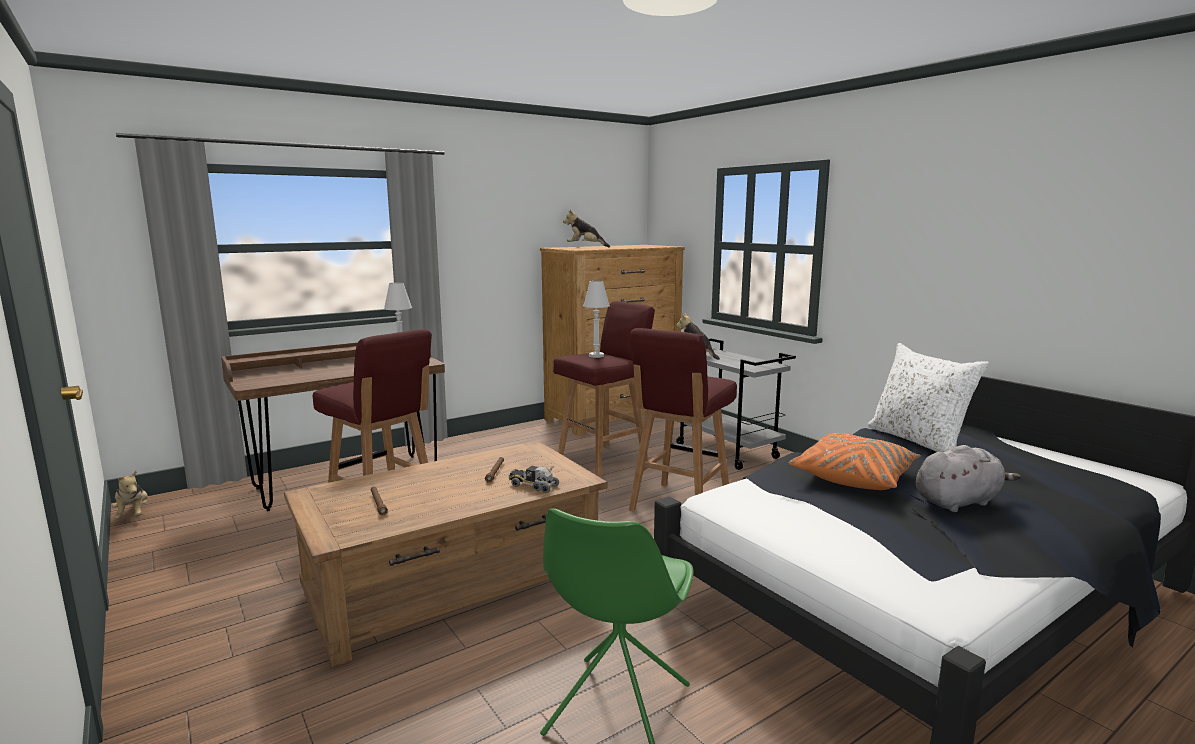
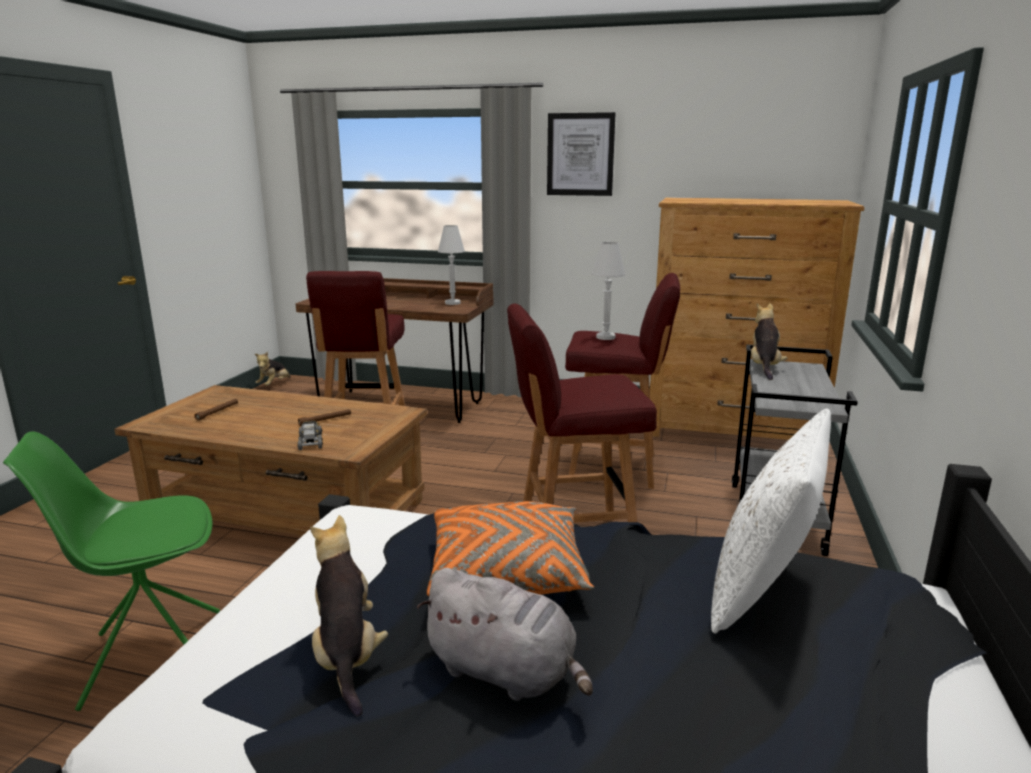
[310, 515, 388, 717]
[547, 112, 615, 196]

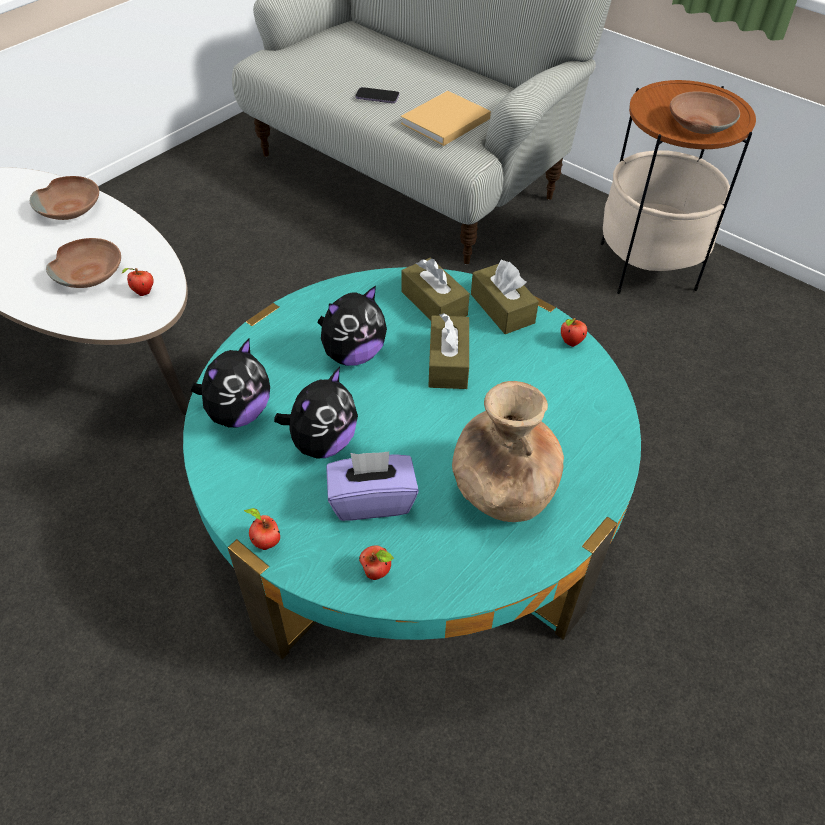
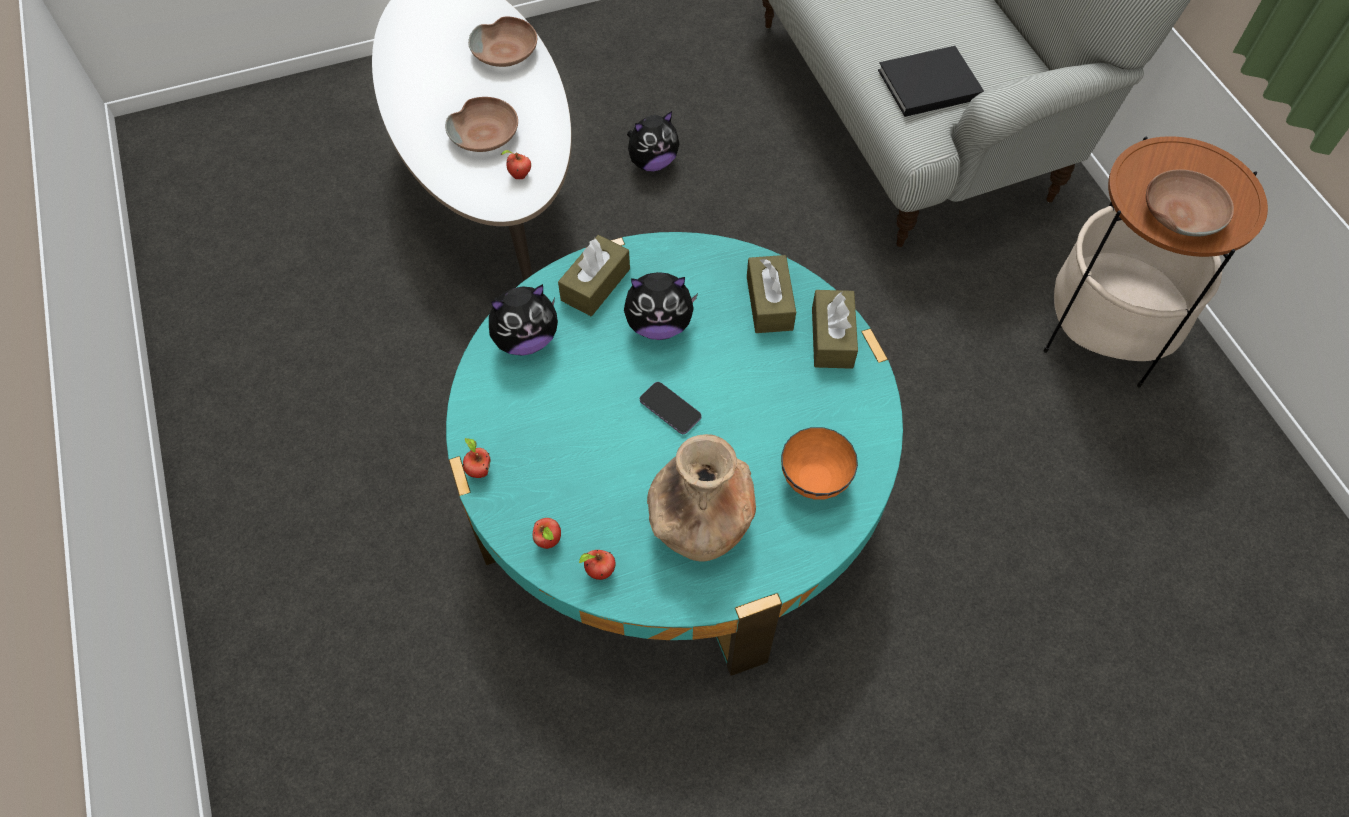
[558, 235, 630, 316]
[579, 550, 616, 580]
[627, 111, 680, 171]
[640, 382, 702, 434]
[781, 427, 858, 499]
[878, 46, 984, 117]
[326, 451, 419, 521] (first image)

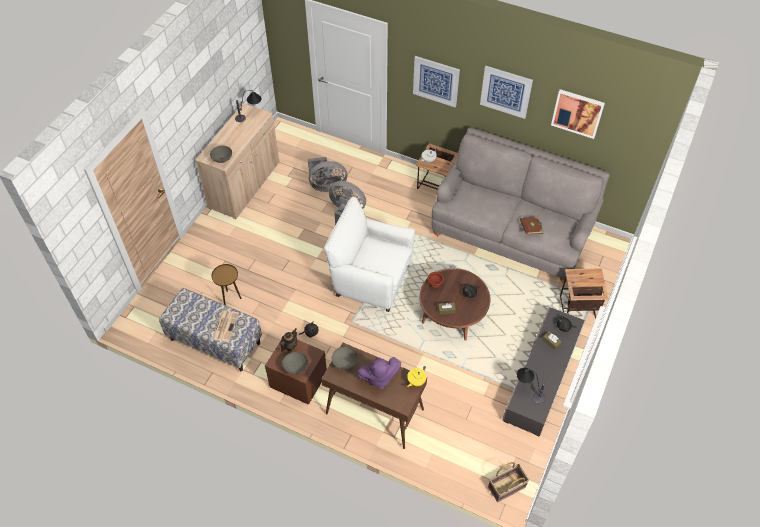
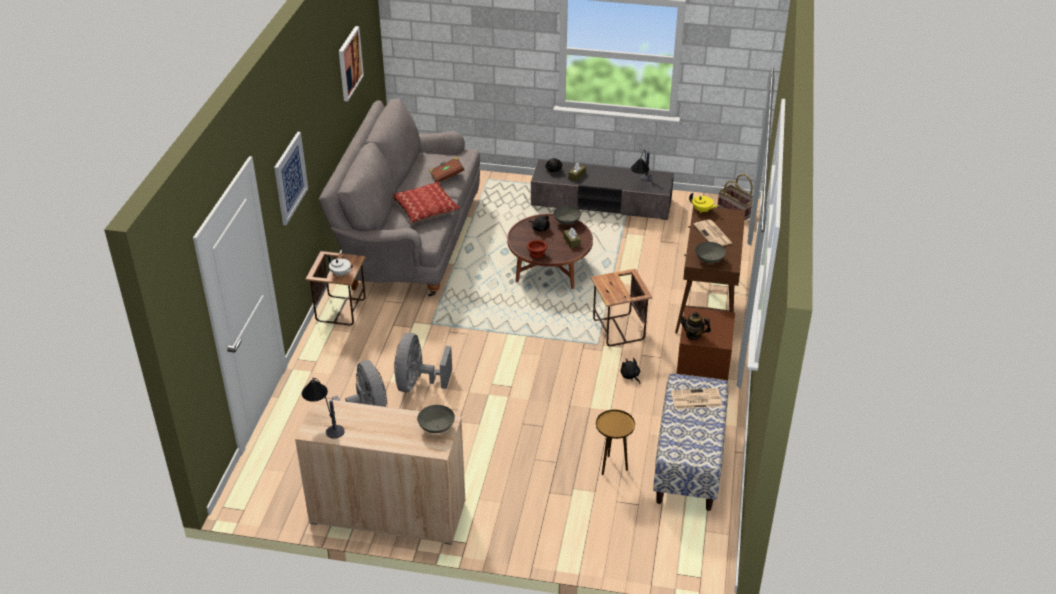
[393, 182, 461, 224]
[553, 206, 581, 225]
[591, 269, 653, 346]
[693, 220, 732, 246]
[324, 197, 415, 312] (first image)
[480, 66, 533, 119] (first image)

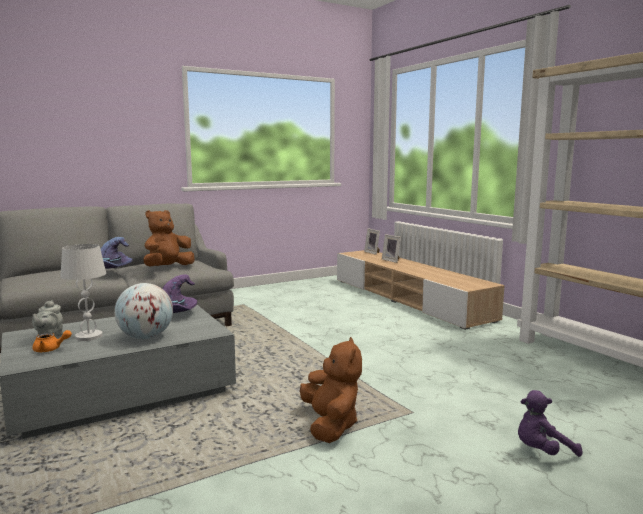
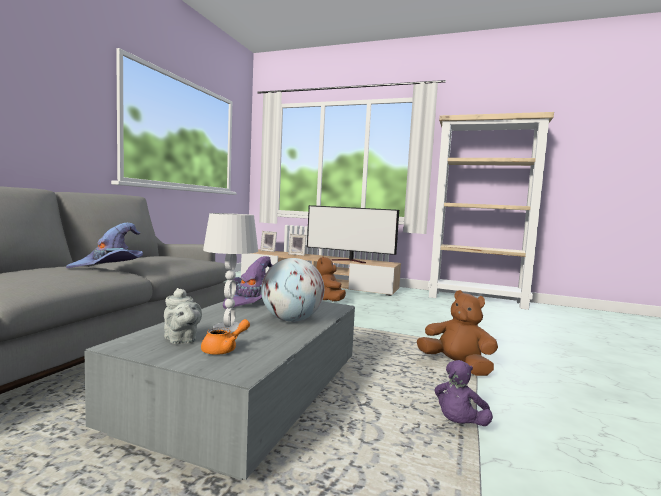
[307, 205, 399, 263]
[317, 256, 346, 301]
[434, 360, 493, 426]

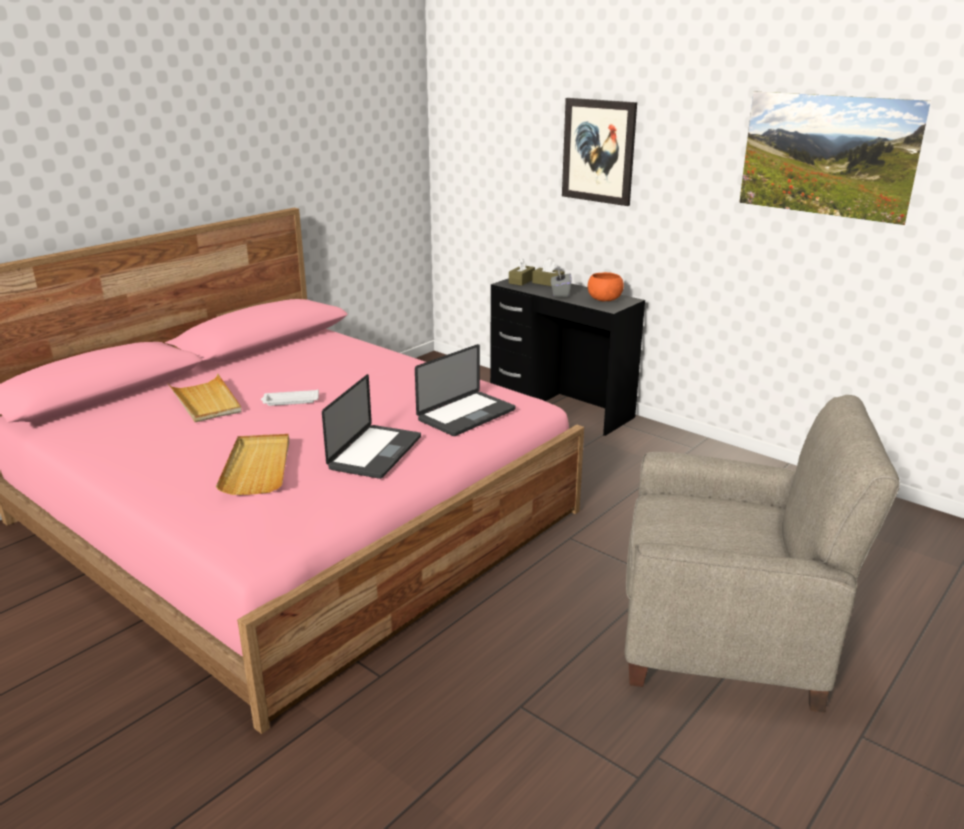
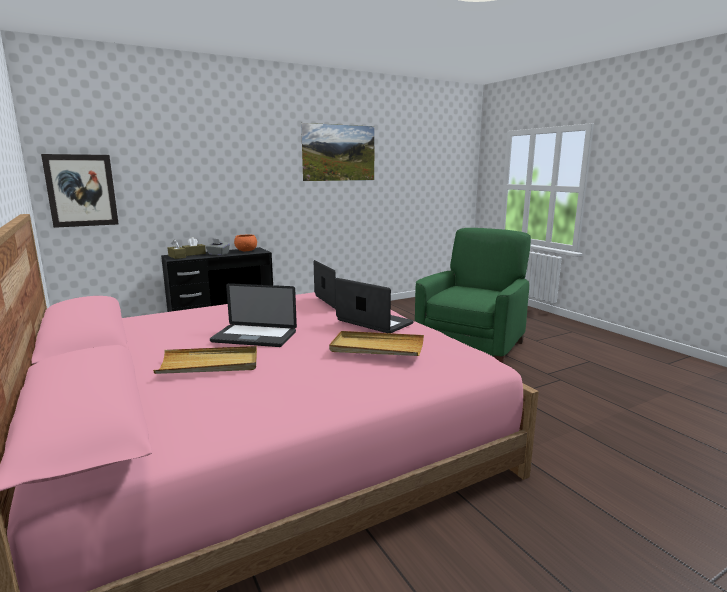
[41, 154, 119, 228]
[210, 283, 297, 347]
[415, 228, 531, 363]

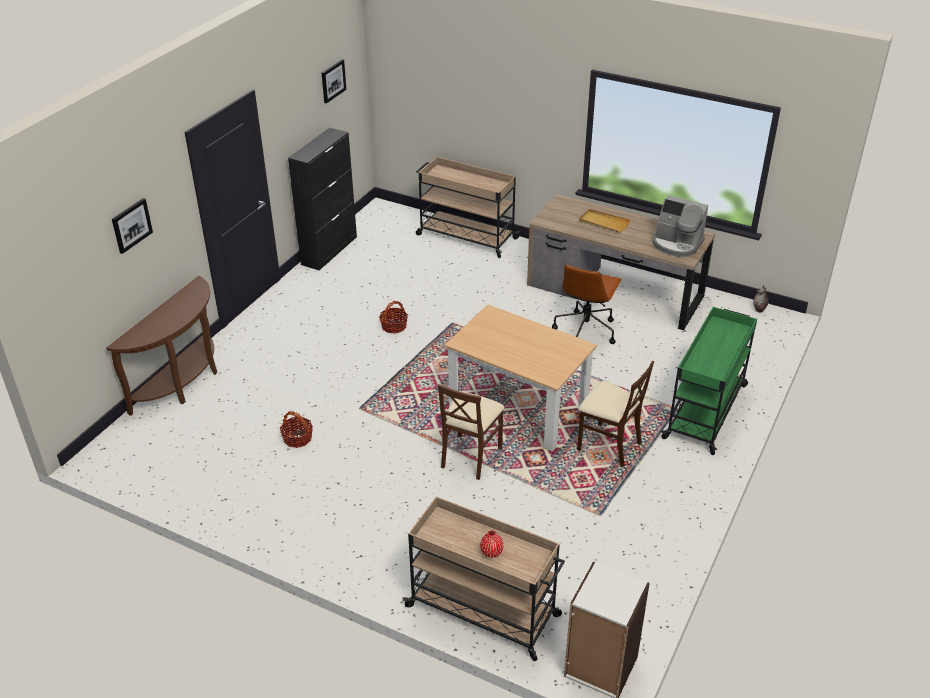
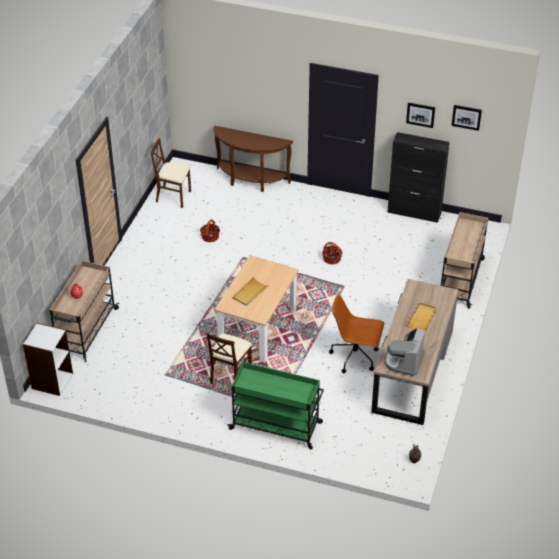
[151, 138, 191, 208]
[233, 277, 269, 306]
[406, 103, 435, 128]

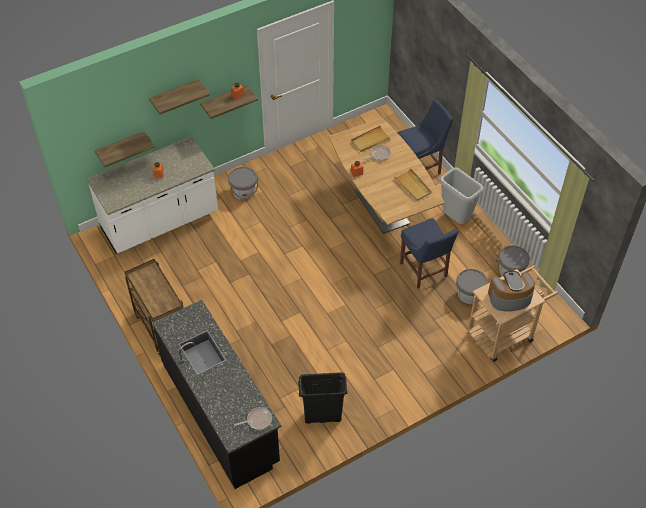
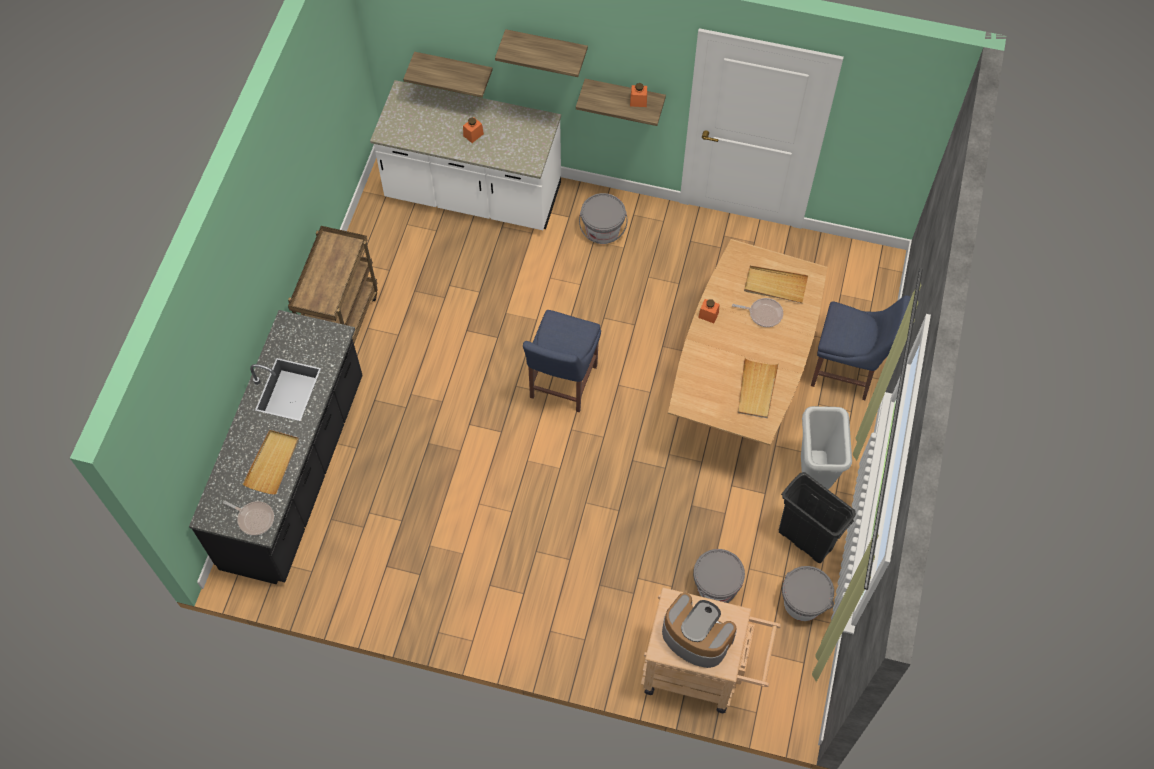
[242, 430, 299, 495]
[523, 310, 601, 412]
[779, 472, 856, 563]

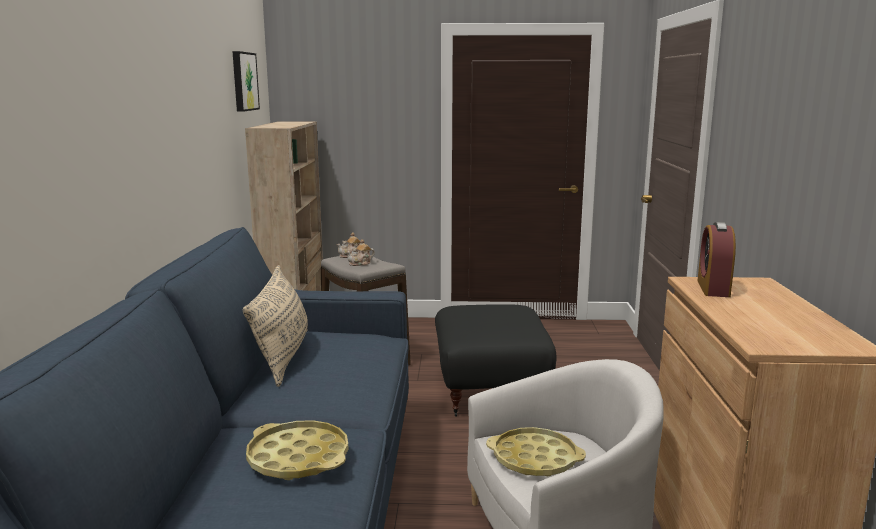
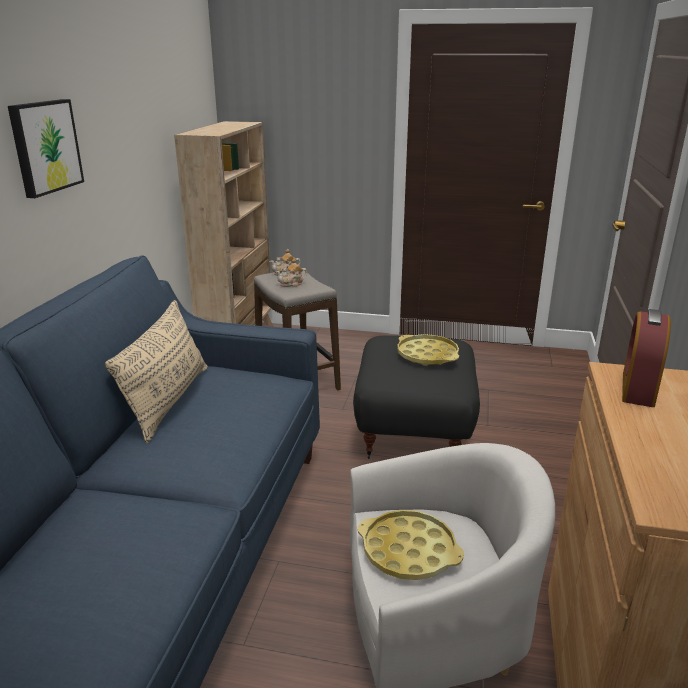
[8, 99, 84, 198]
[397, 334, 459, 366]

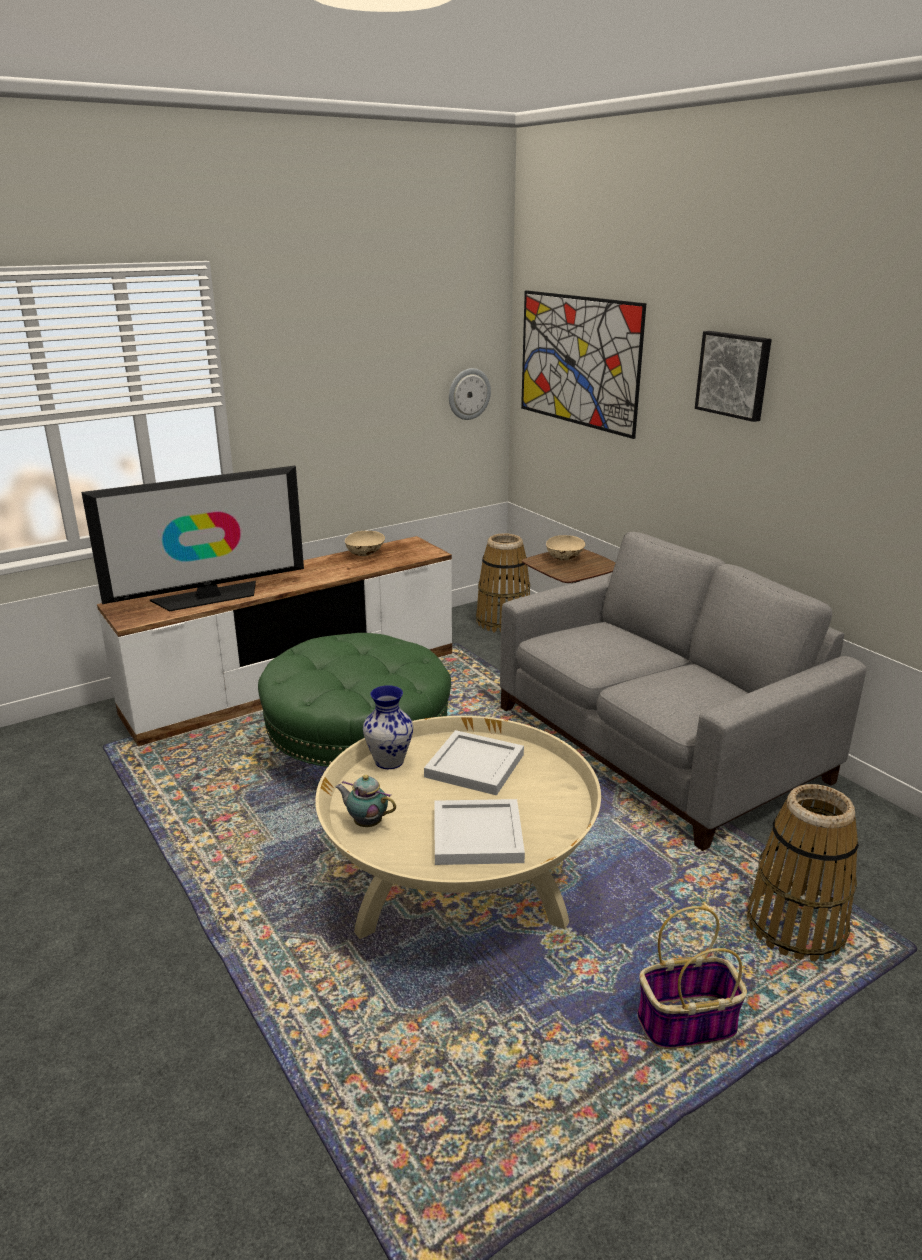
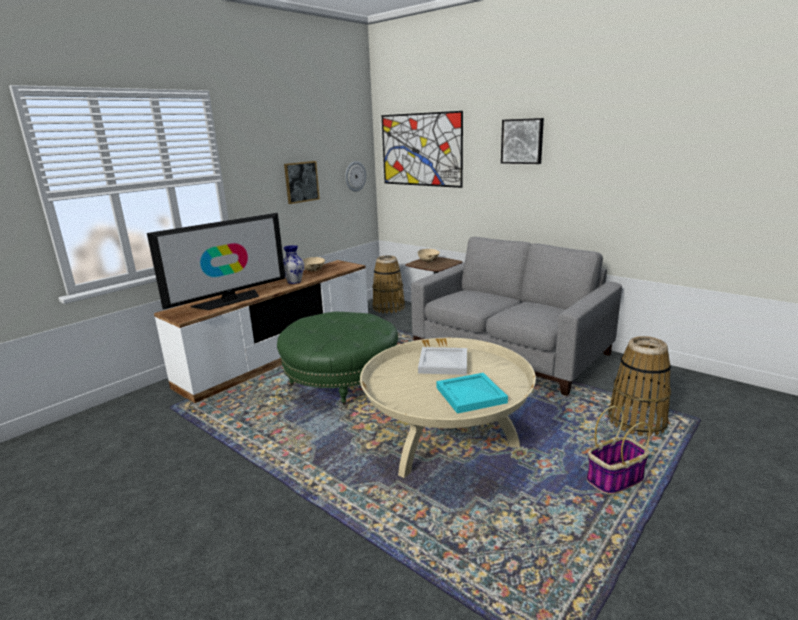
[283, 245, 304, 284]
[284, 161, 320, 204]
[437, 373, 508, 414]
[335, 775, 396, 827] (first image)

